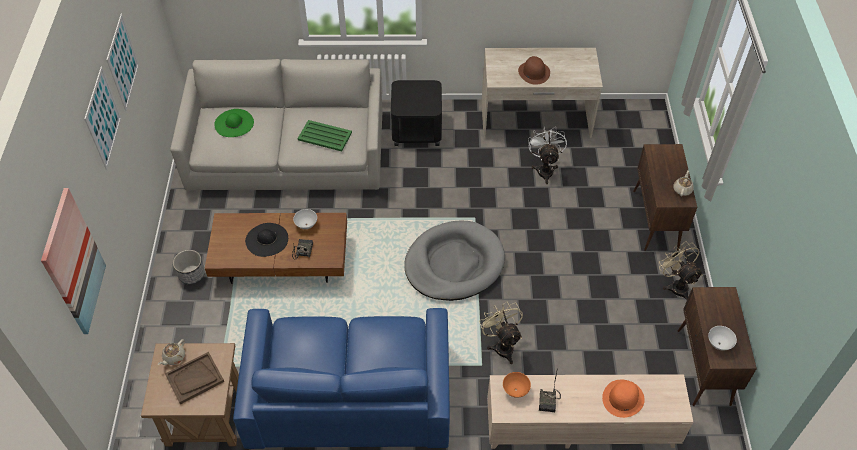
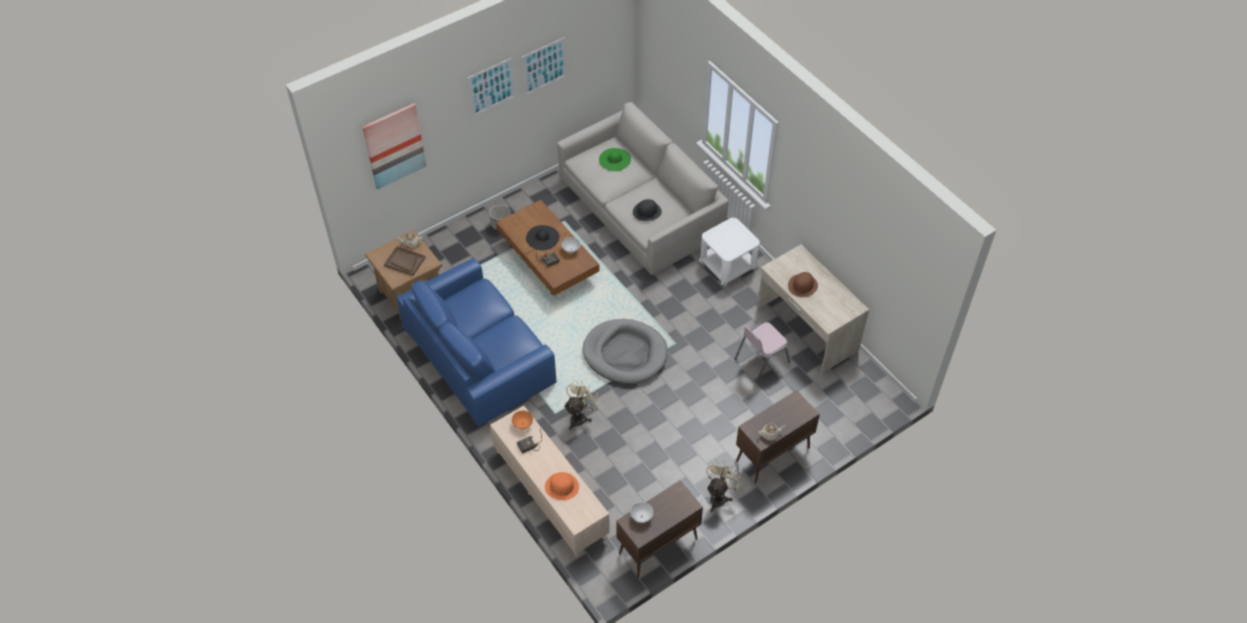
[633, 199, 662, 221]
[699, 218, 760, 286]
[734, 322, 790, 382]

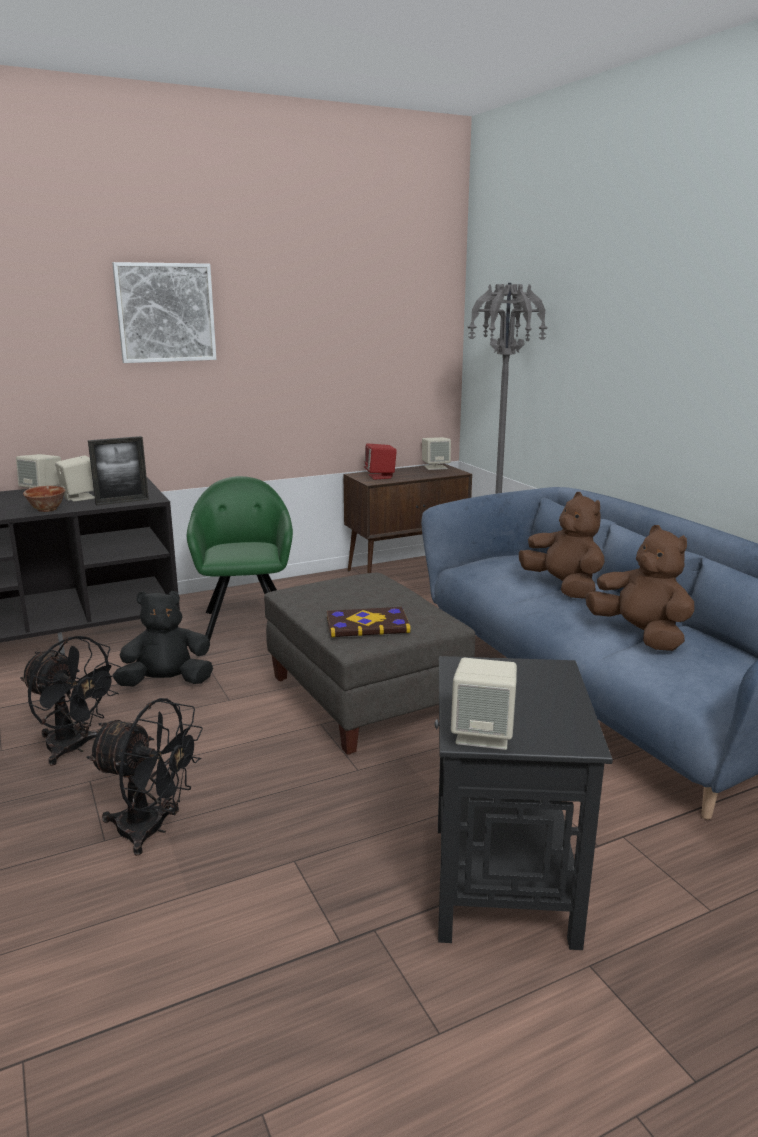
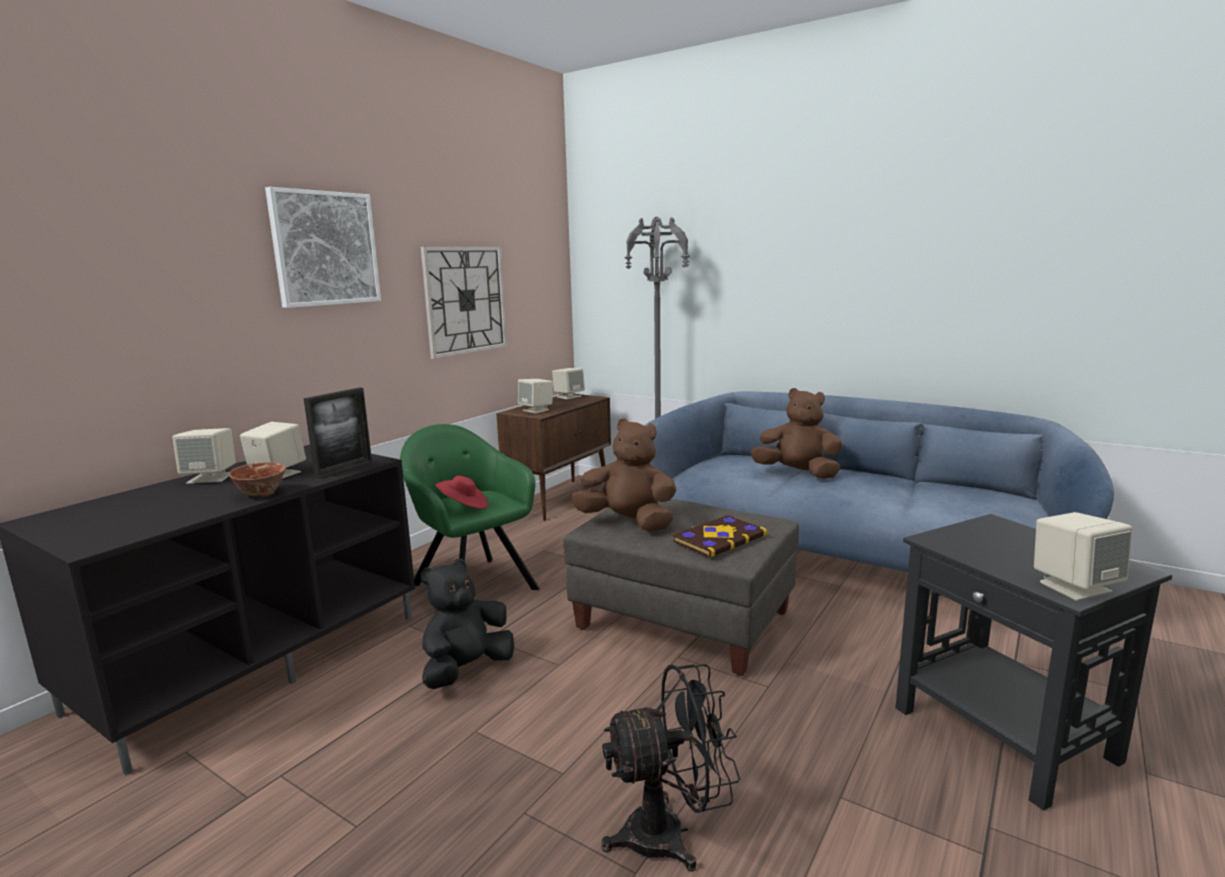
[421, 247, 507, 359]
[435, 476, 488, 509]
[518, 379, 553, 413]
[571, 418, 677, 532]
[20, 636, 121, 766] (first image)

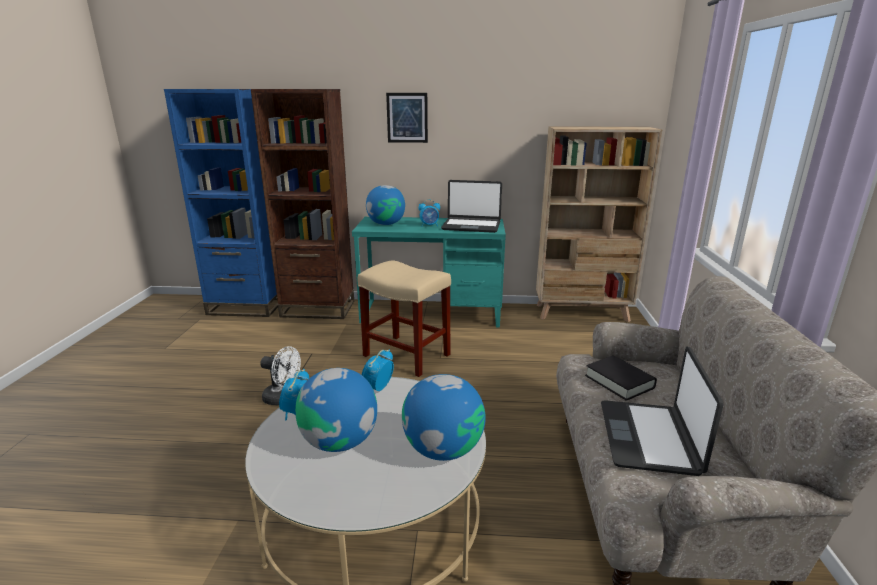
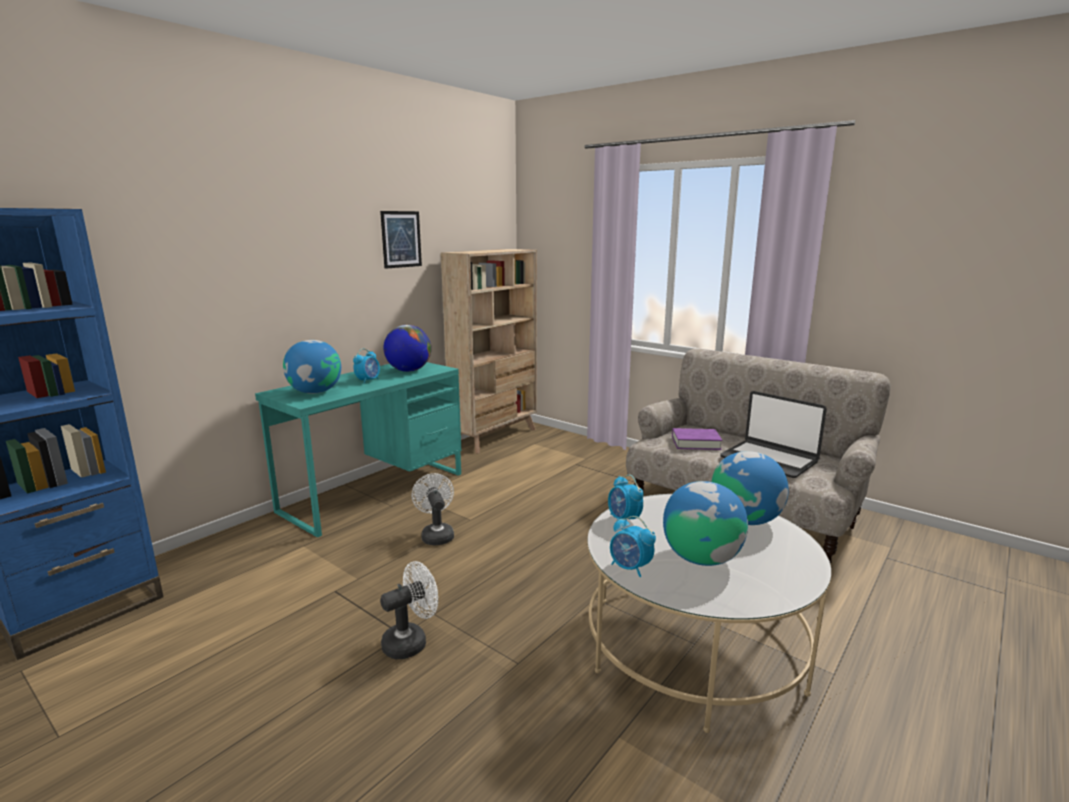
[380, 211, 422, 269]
[384, 325, 431, 372]
[412, 473, 454, 545]
[672, 428, 722, 450]
[251, 89, 354, 319] (first image)

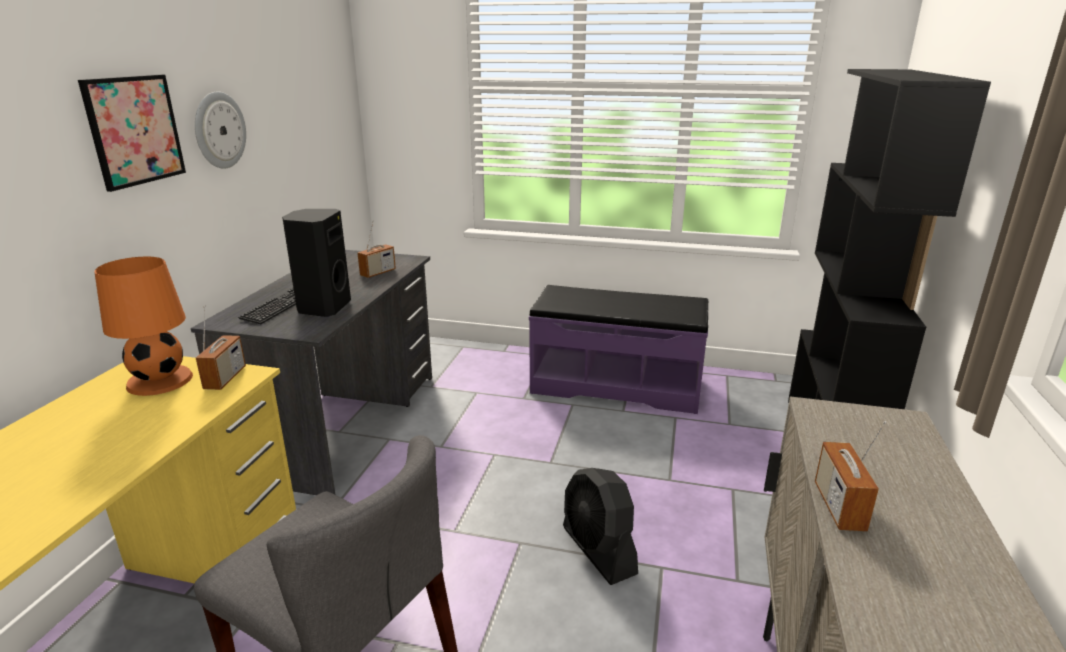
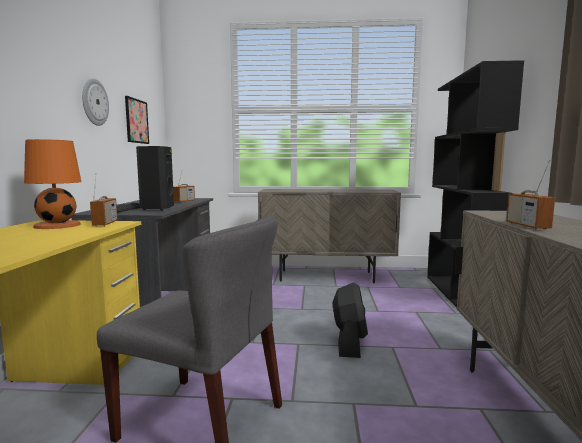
[125, 96, 149, 144]
[258, 189, 401, 283]
[333, 283, 368, 358]

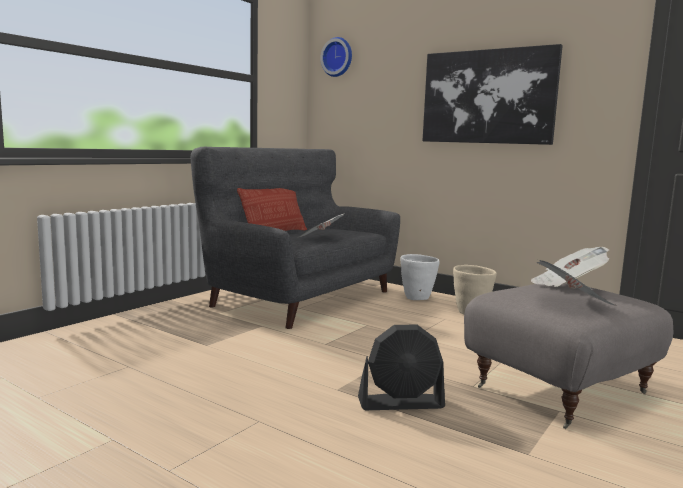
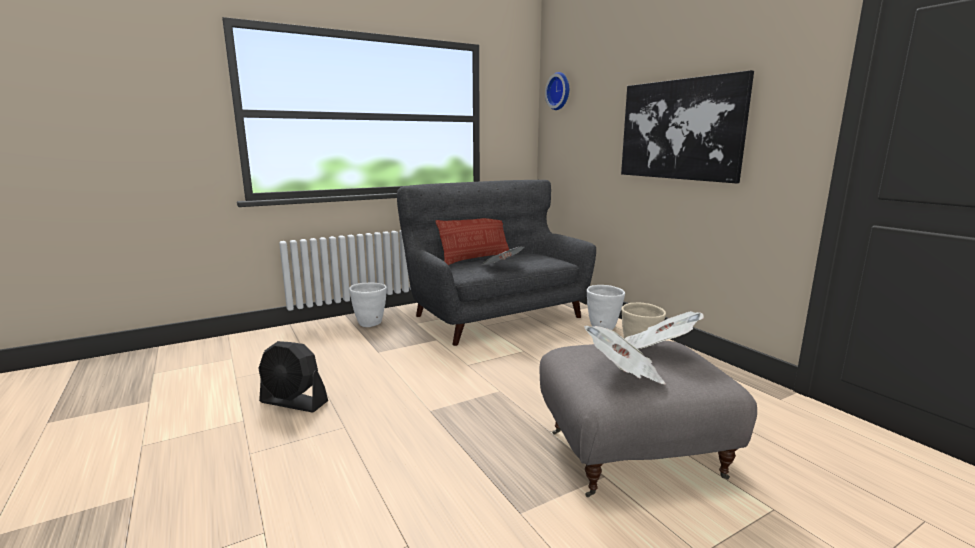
[258, 341, 328, 413]
[349, 283, 387, 327]

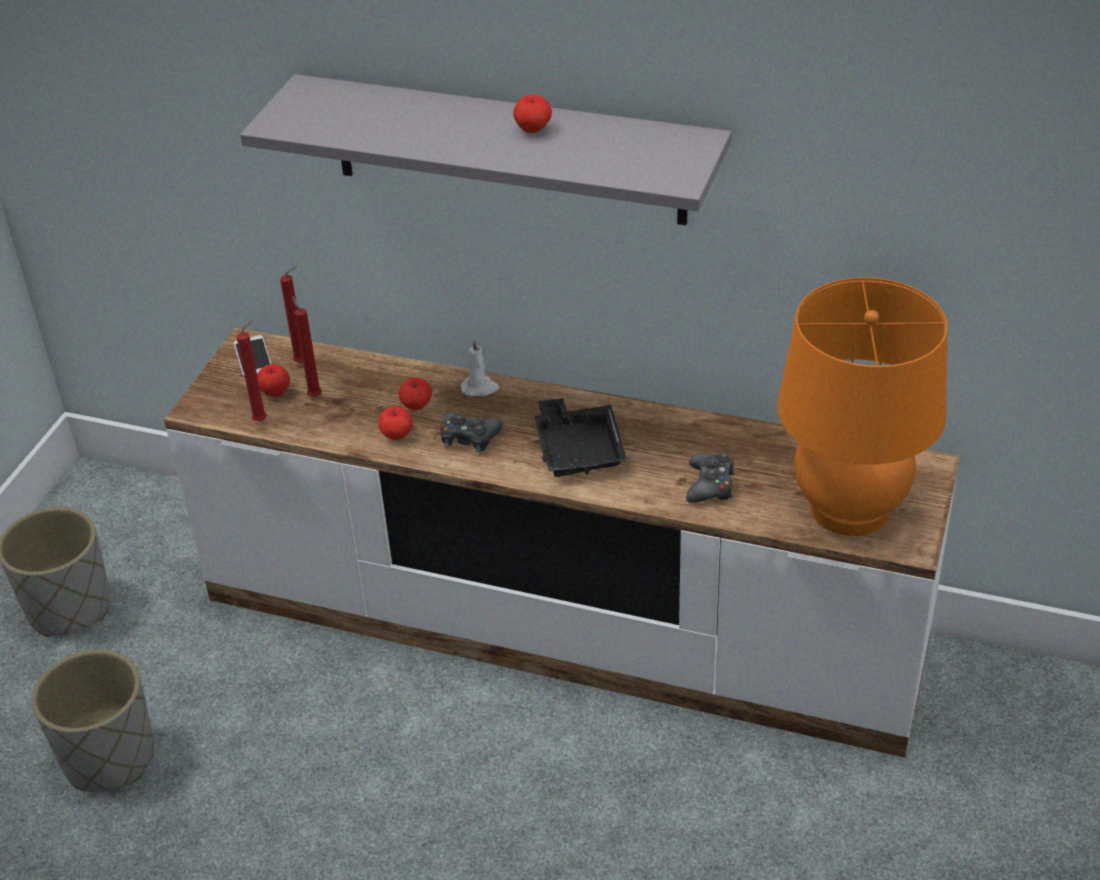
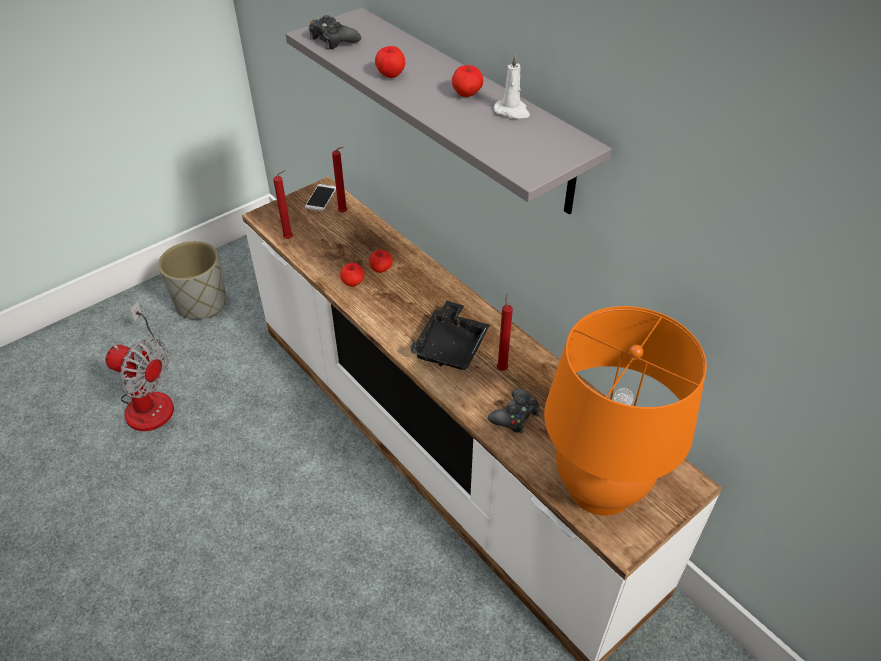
[105, 301, 174, 431]
[309, 15, 361, 49]
[375, 46, 405, 78]
[494, 53, 530, 118]
[497, 293, 513, 371]

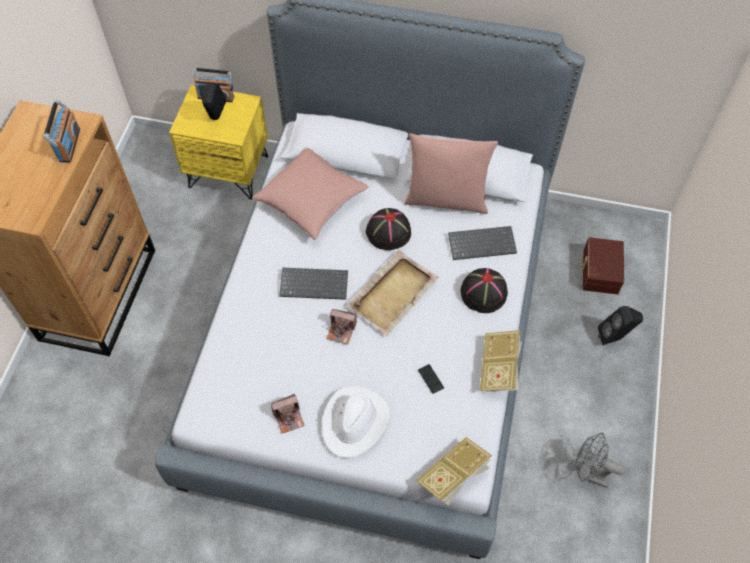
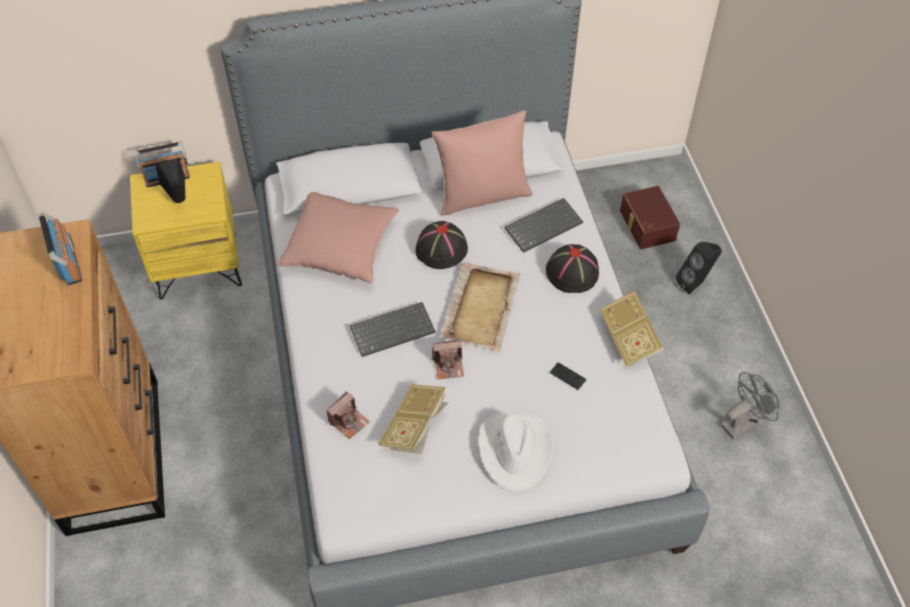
[326, 391, 370, 439]
[379, 384, 449, 454]
[721, 372, 779, 439]

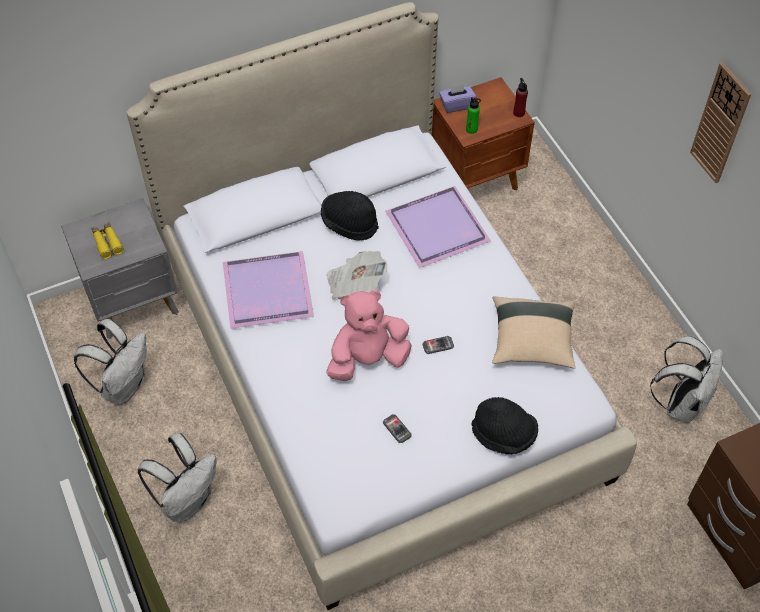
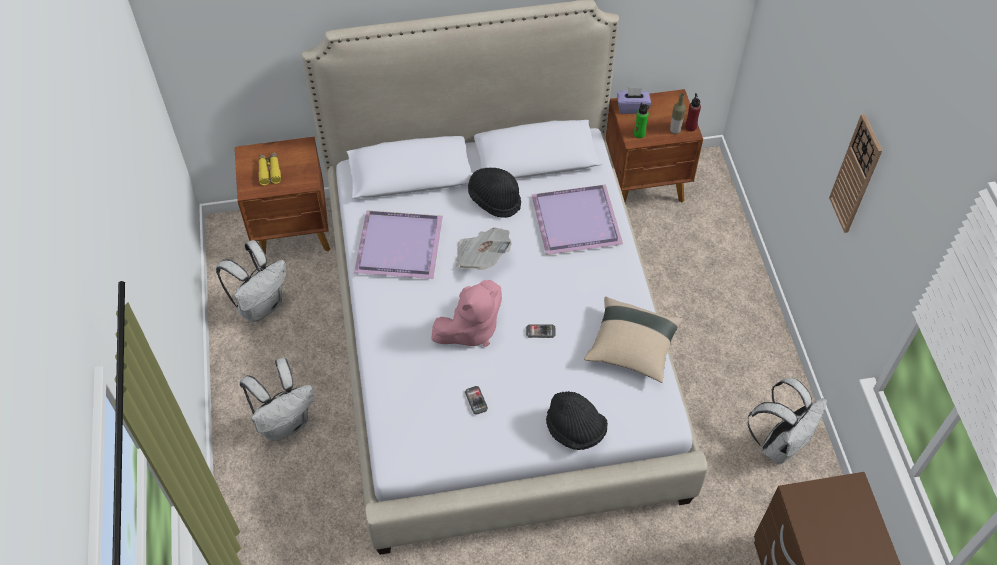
[235, 137, 330, 255]
[431, 280, 502, 347]
[670, 93, 686, 134]

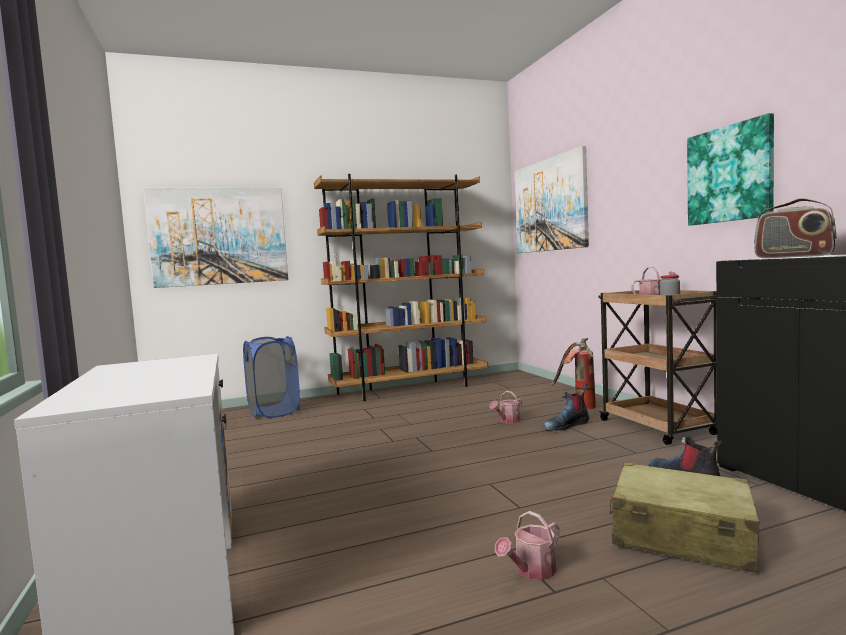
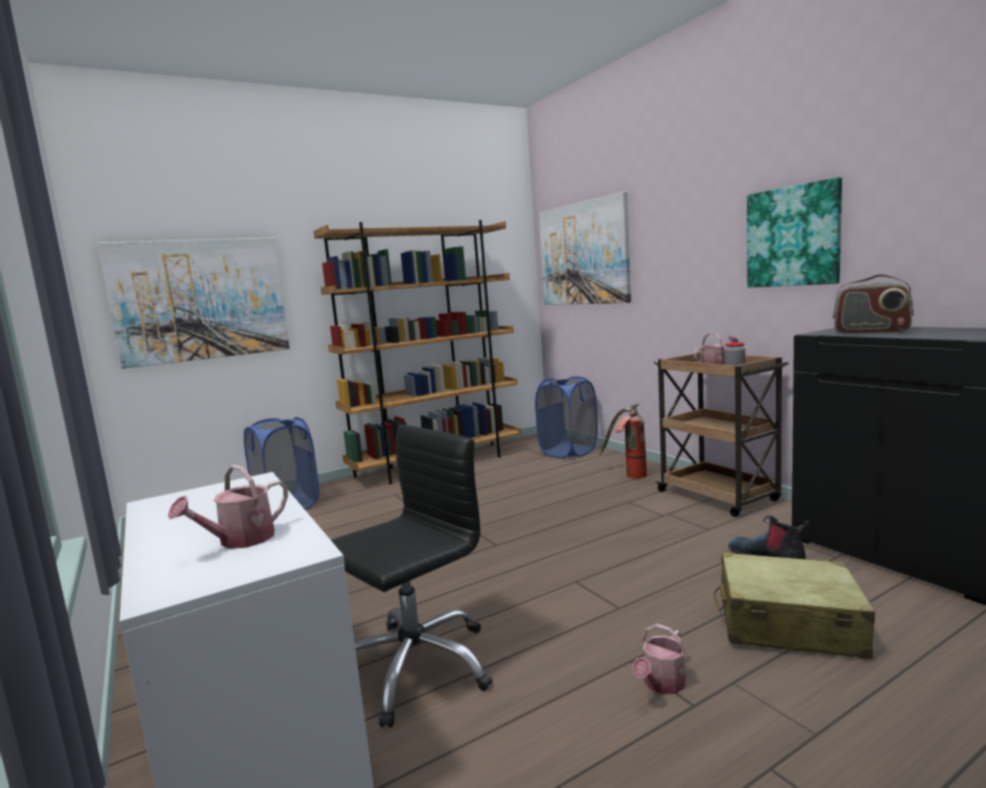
[168, 465, 288, 549]
[331, 425, 493, 728]
[535, 377, 598, 458]
[543, 383, 589, 431] (first image)

